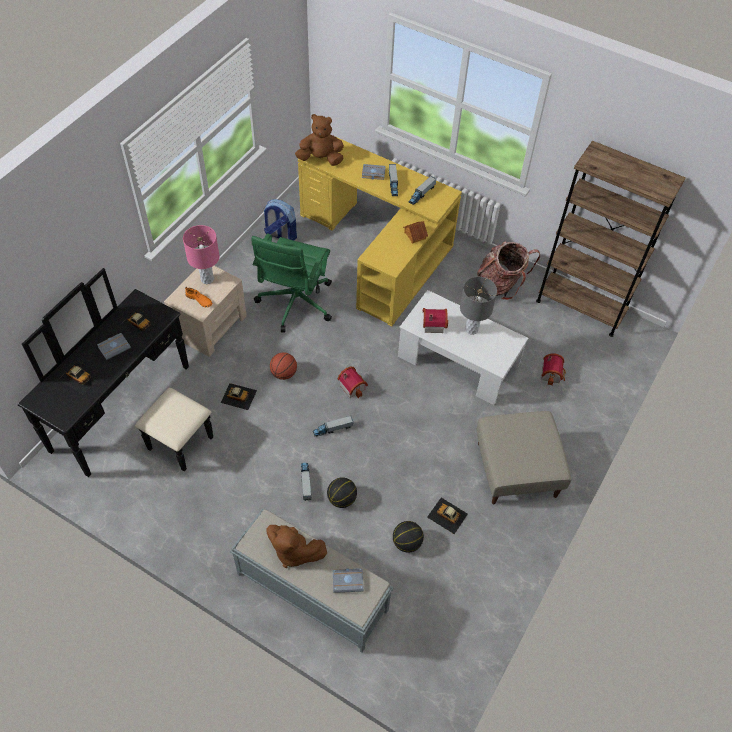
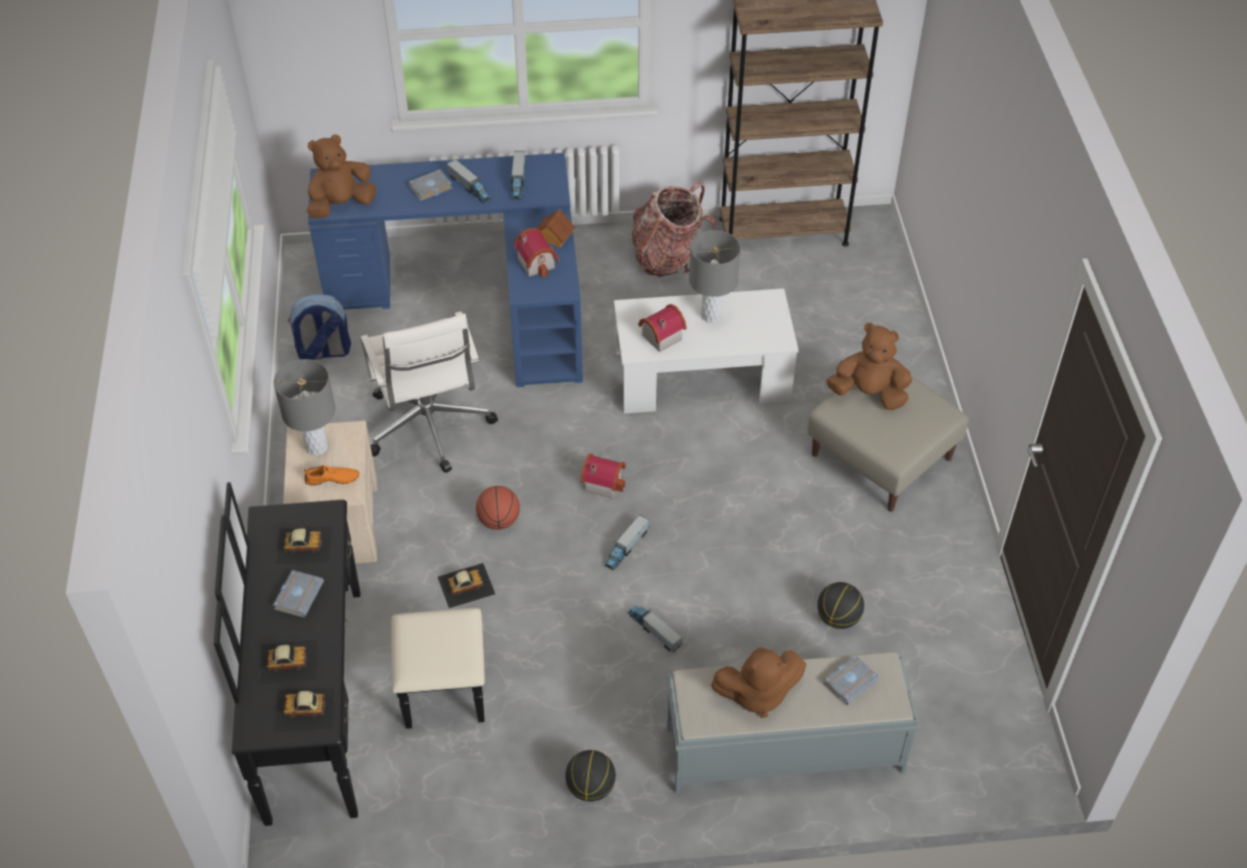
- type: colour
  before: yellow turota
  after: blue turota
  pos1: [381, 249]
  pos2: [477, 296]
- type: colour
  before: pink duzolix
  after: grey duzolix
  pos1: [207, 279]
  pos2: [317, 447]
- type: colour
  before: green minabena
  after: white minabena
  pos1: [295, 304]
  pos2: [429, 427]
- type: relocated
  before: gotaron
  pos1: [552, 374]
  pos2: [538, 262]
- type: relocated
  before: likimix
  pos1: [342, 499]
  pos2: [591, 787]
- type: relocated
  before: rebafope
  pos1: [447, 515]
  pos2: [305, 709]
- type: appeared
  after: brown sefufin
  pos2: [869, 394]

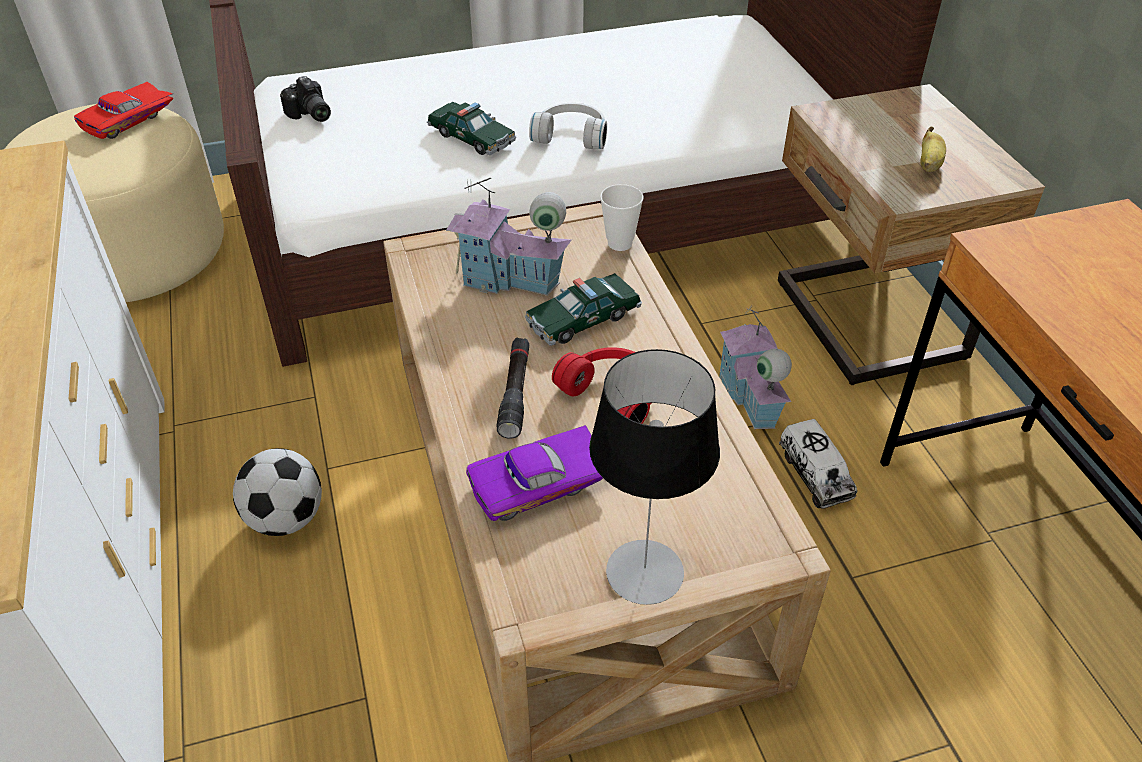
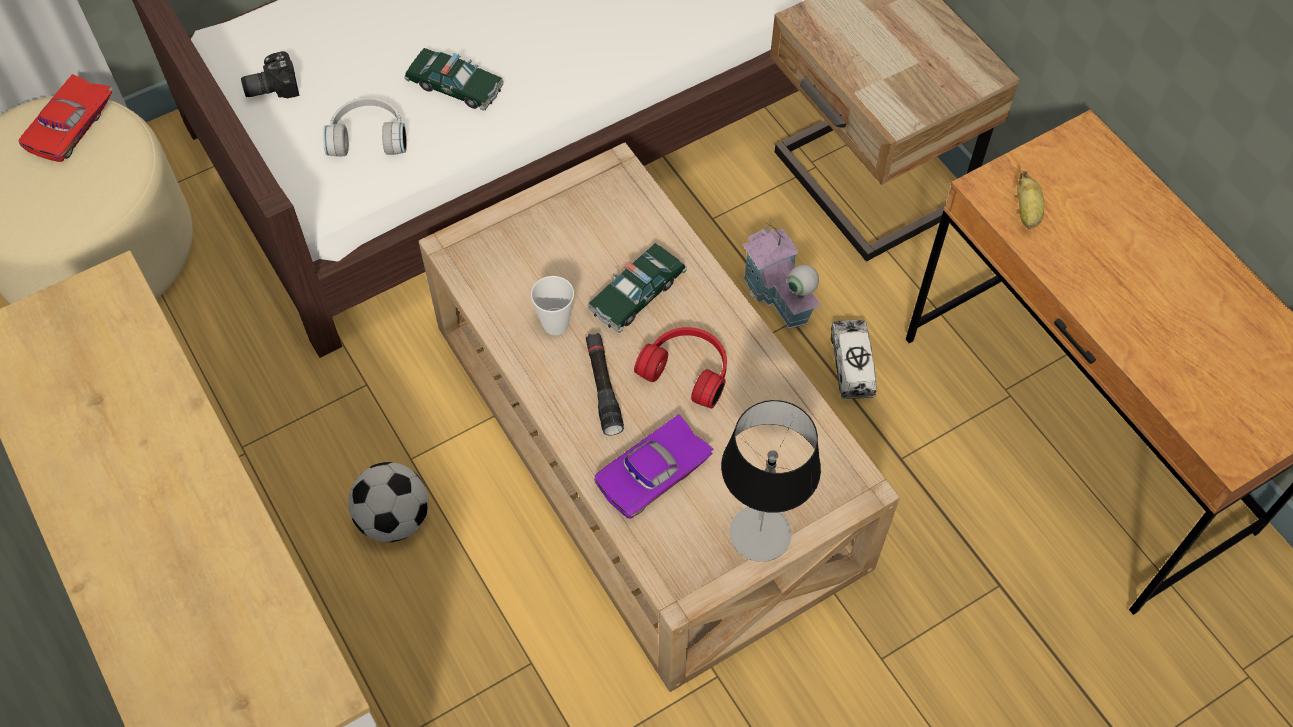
- type: spun
  before: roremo
  pos1: [309, 115]
  pos2: [271, 86]
  turn: 120
- type: relocated
  before: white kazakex
  pos1: [571, 135]
  pos2: [368, 136]
- type: relocated
  before: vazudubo
  pos1: [928, 165]
  pos2: [1027, 212]
- type: missing
  before: gotaron
  pos1: [509, 280]
- type: relocated
  before: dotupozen
  pos1: [620, 243]
  pos2: [555, 324]
- type: spun
  before: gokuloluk
  pos1: [815, 474]
  pos2: [852, 365]
  turn: -150

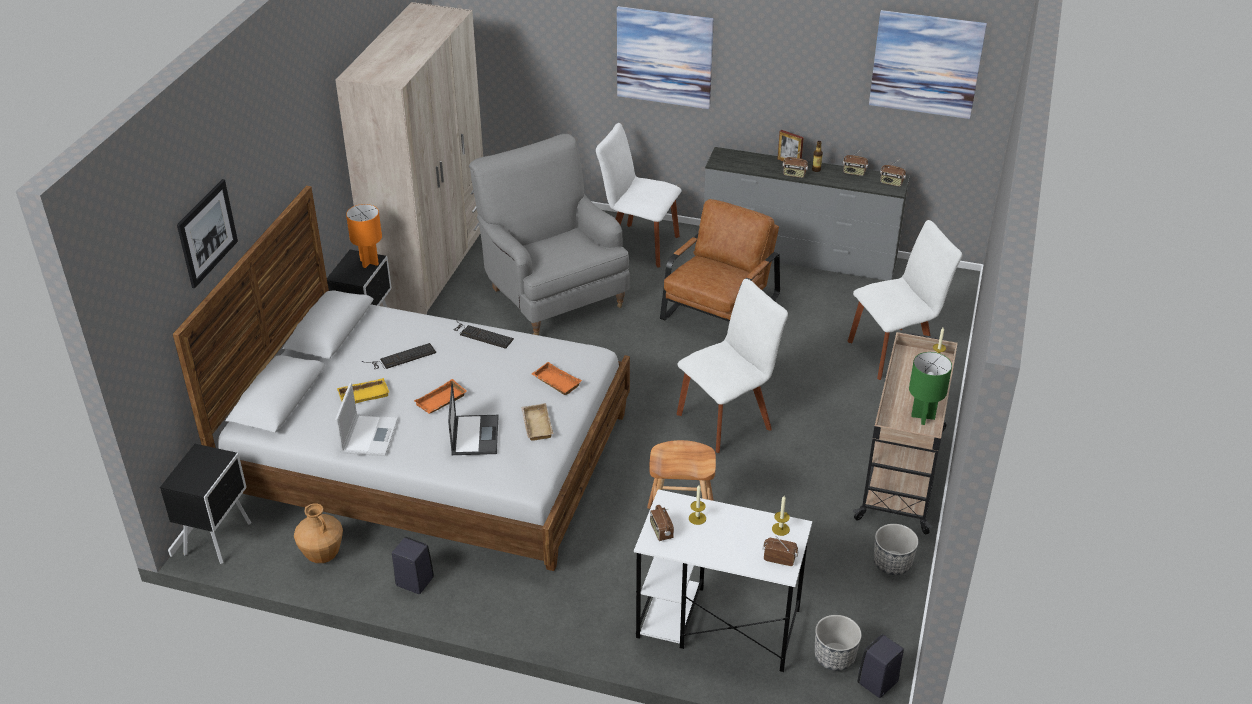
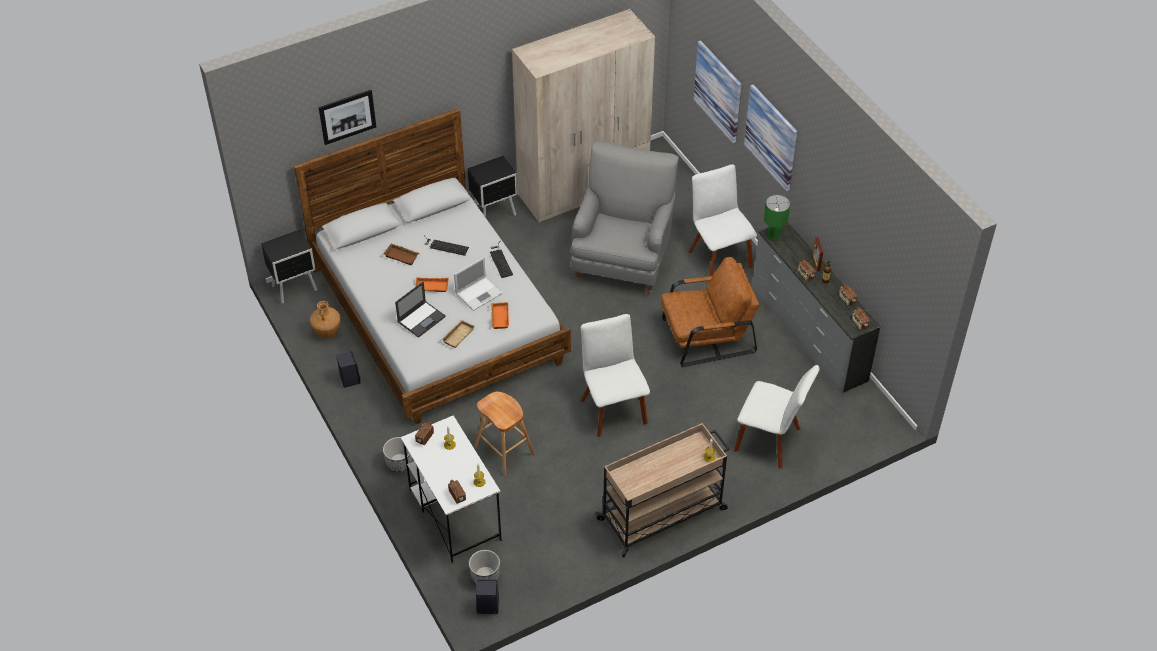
- type: relocated
  before: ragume
  pos1: [926, 64]
  pos2: [718, 91]
- type: missing
  before: orange duzolix
  pos1: [369, 262]
- type: spun
  before: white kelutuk
  pos1: [727, 419]
  pos2: [613, 408]
  turn: -120
- type: relocated
  before: green duzolix
  pos1: [922, 417]
  pos2: [773, 235]
- type: colour
  before: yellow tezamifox
  after: brown tezamifox
  pos1: [364, 394]
  pos2: [402, 256]
- type: relocated
  before: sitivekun
  pos1: [369, 435]
  pos2: [479, 293]
- type: relocated
  before: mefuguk
  pos1: [892, 563]
  pos2: [399, 463]

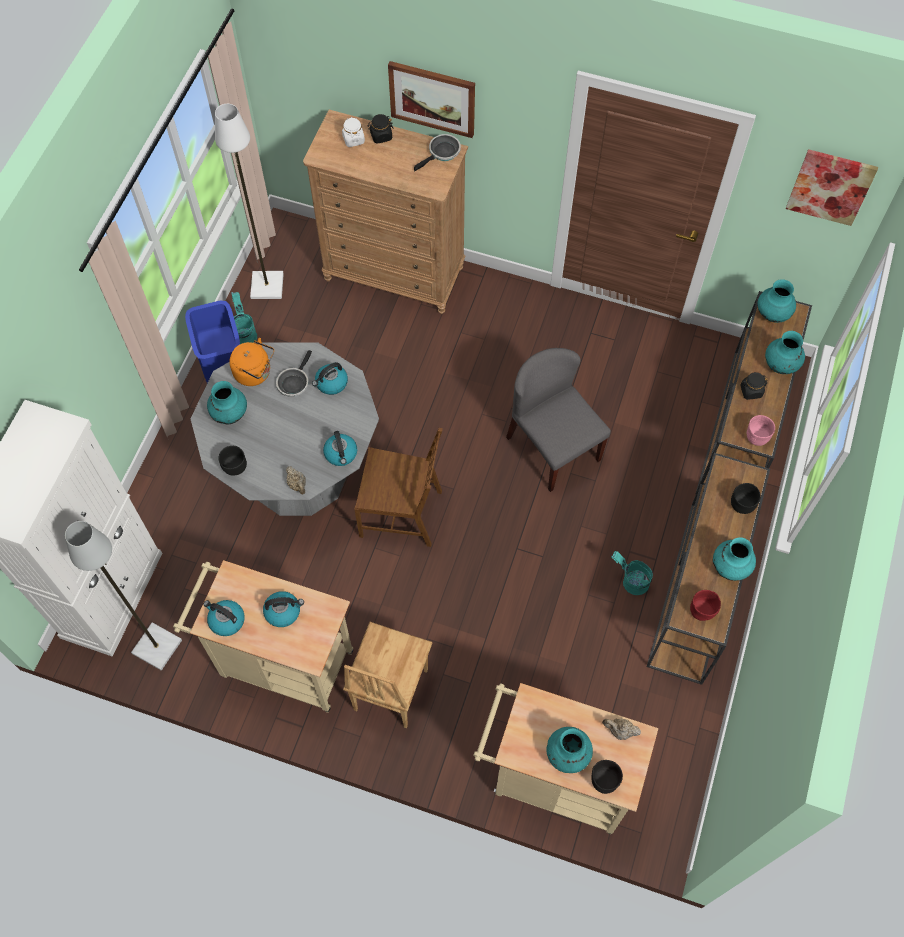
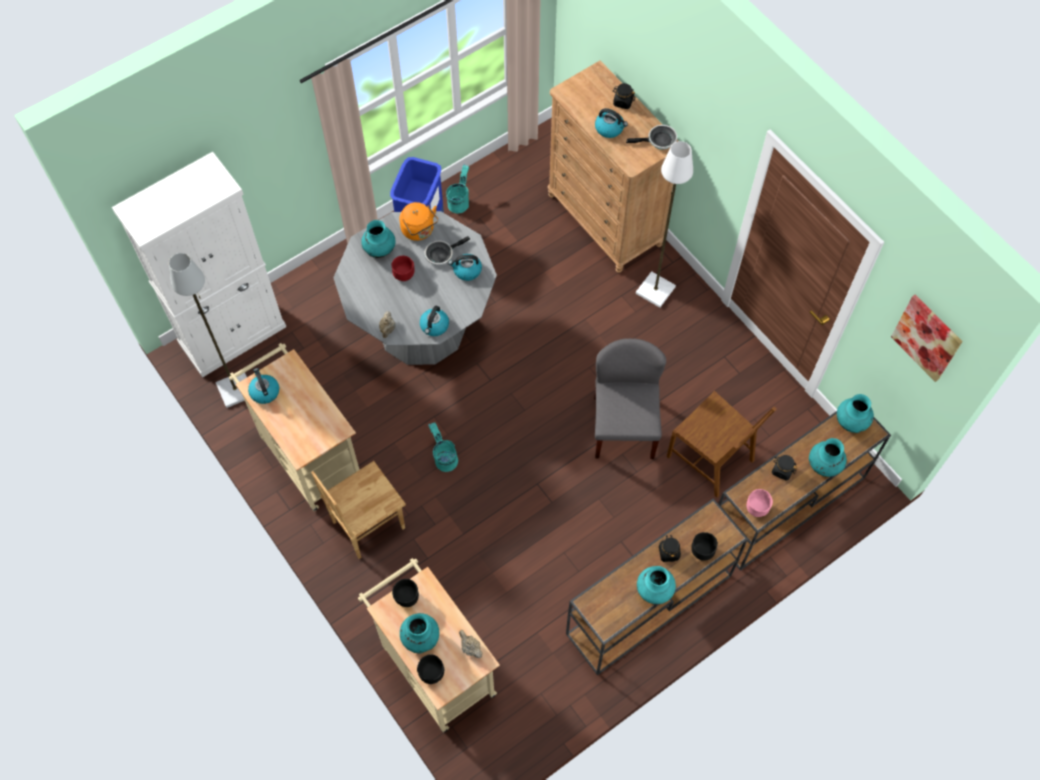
- type: missing
  before: ragume
  pos1: [432, 98]
- type: relocated
  before: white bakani
  pos1: [268, 286]
  pos2: [655, 291]
- type: missing
  before: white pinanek
  pos1: [353, 139]
- type: relocated
  before: brown kelutuk
  pos1: [402, 512]
  pos2: [711, 458]
- type: relocated
  before: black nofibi
  pos1: [235, 468]
  pos2: [406, 598]
- type: relocated
  before: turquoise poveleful
  pos1: [630, 581]
  pos2: [444, 457]
- type: relocated
  before: red nofibi
  pos1: [702, 611]
  pos2: [404, 275]
- type: relocated
  before: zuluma
  pos1: [283, 611]
  pos2: [609, 128]
- type: appeared
  after: black pinanek
  pos2: [668, 552]

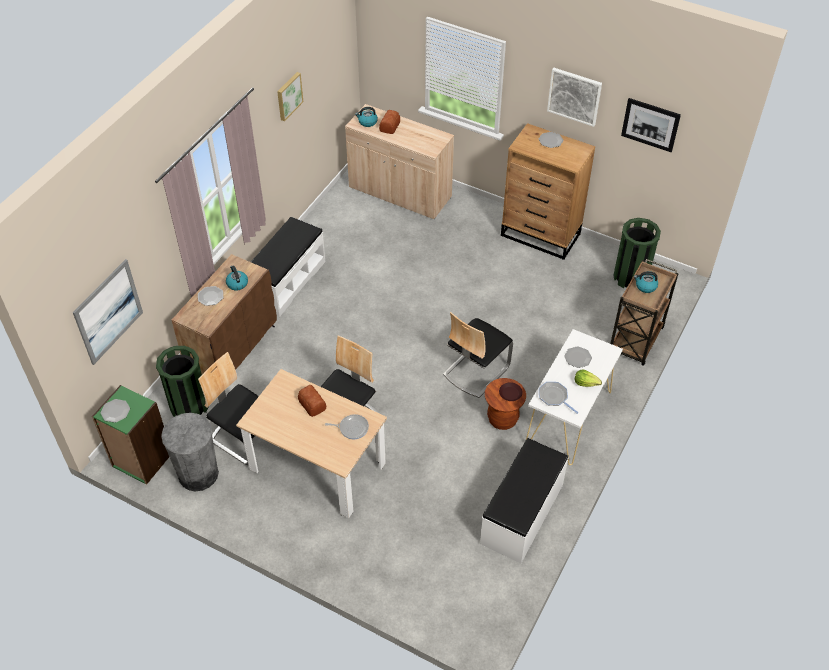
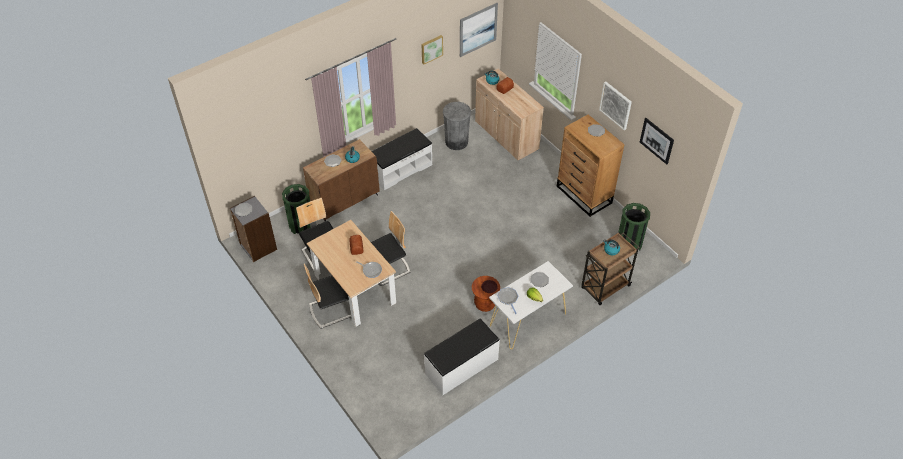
- type: relocated
  before: ragume
  pos1: [108, 312]
  pos2: [478, 29]
- type: relocated
  before: kelutuk
  pos1: [476, 370]
  pos2: [332, 309]
- type: colour
  before: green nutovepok
  after: grey nutovepok
  pos1: [141, 460]
  pos2: [258, 247]
- type: relocated
  before: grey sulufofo
  pos1: [198, 474]
  pos2: [456, 142]

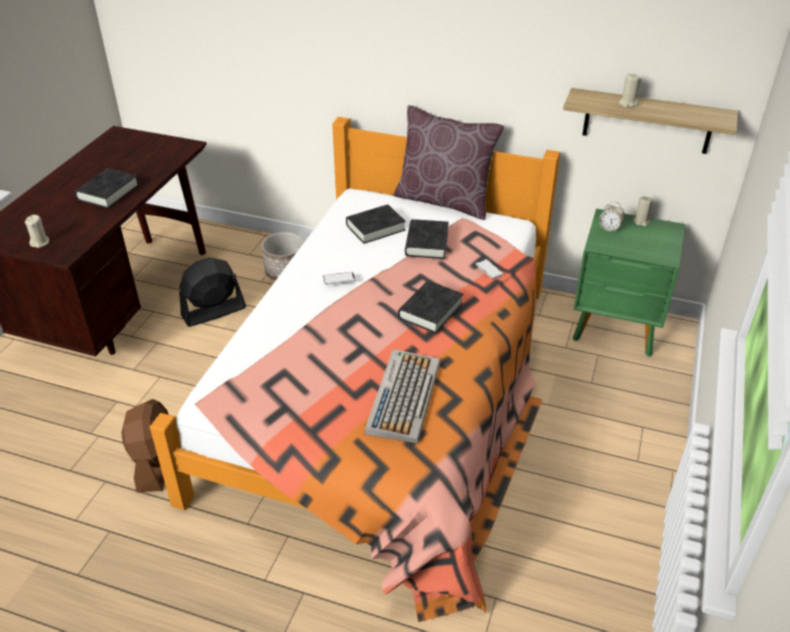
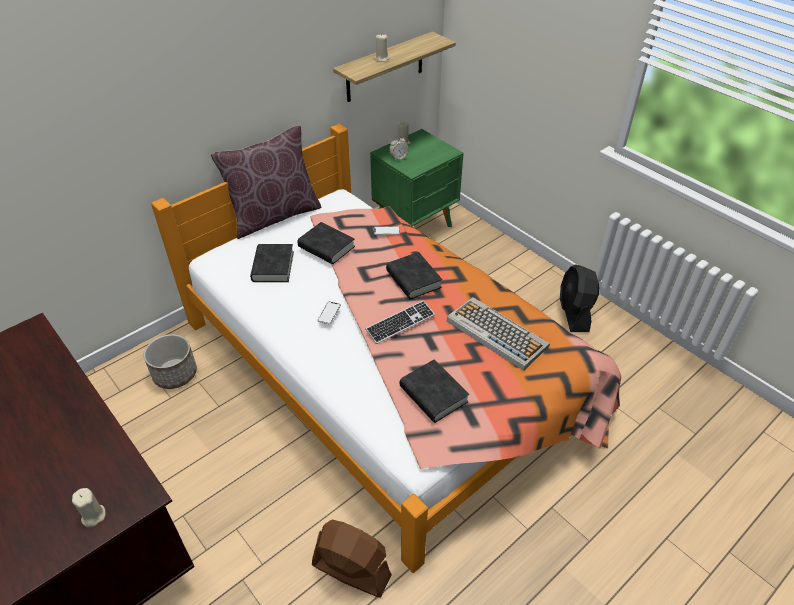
- type: relocated
  before: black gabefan
  pos1: [108, 192]
  pos2: [433, 394]
- type: relocated
  before: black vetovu
  pos1: [213, 312]
  pos2: [574, 313]
- type: appeared
  after: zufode
  pos2: [400, 323]

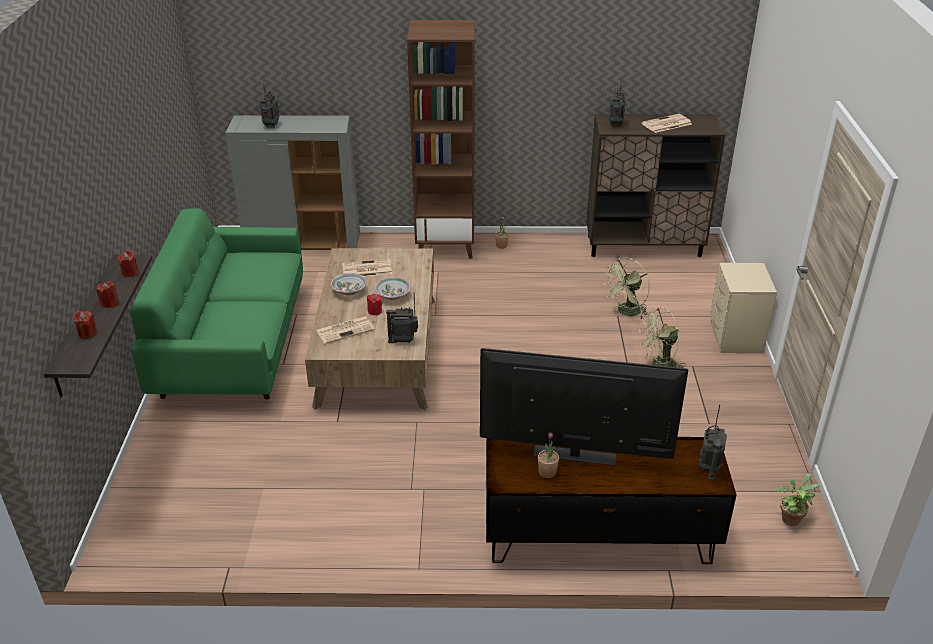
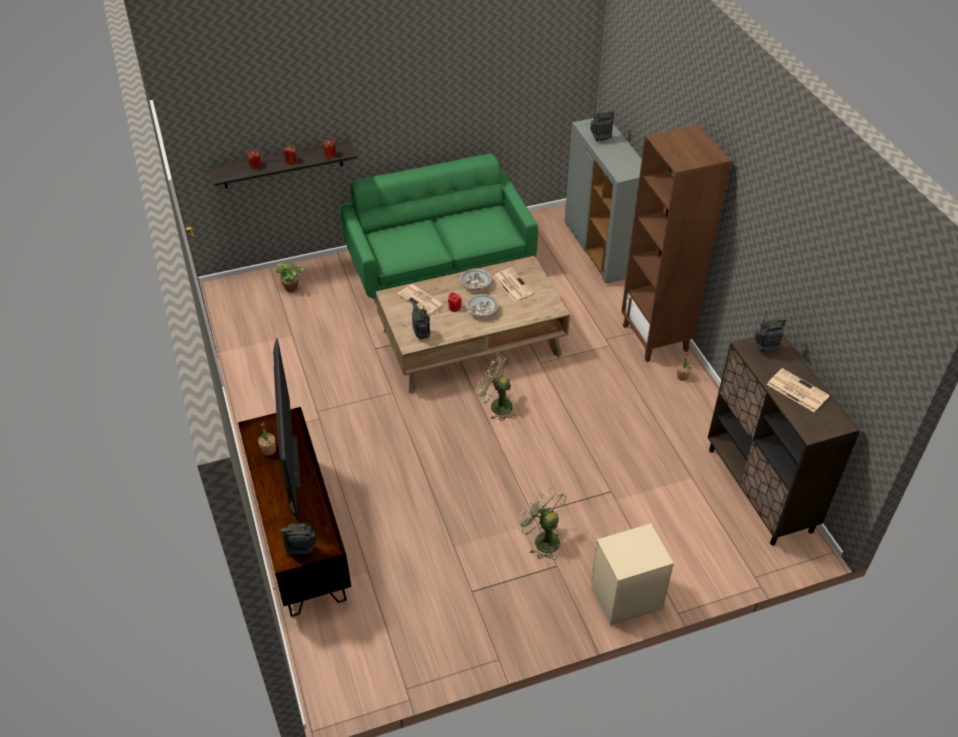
- type: relocated
  before: green vetovu
  pos1: [626, 312]
  pos2: [496, 406]
- type: relocated
  before: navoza
  pos1: [790, 518]
  pos2: [293, 288]

